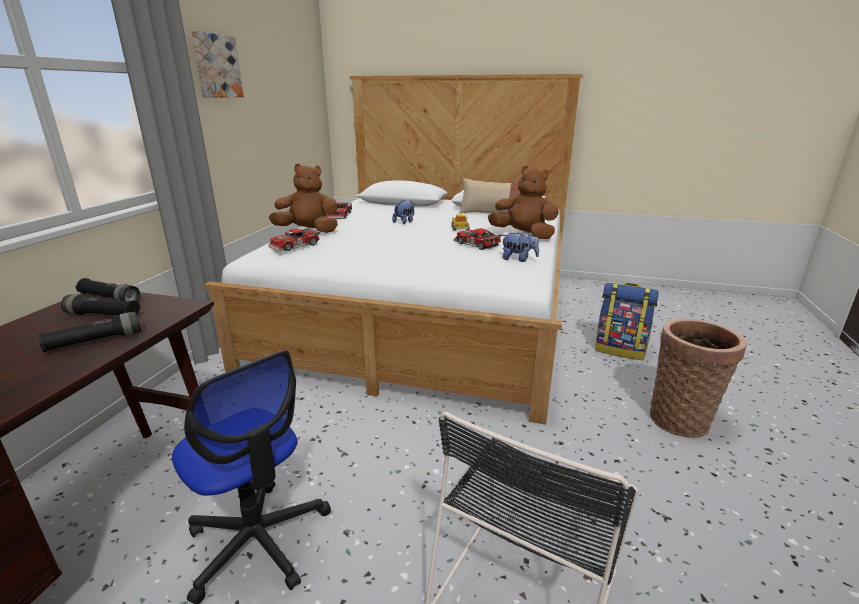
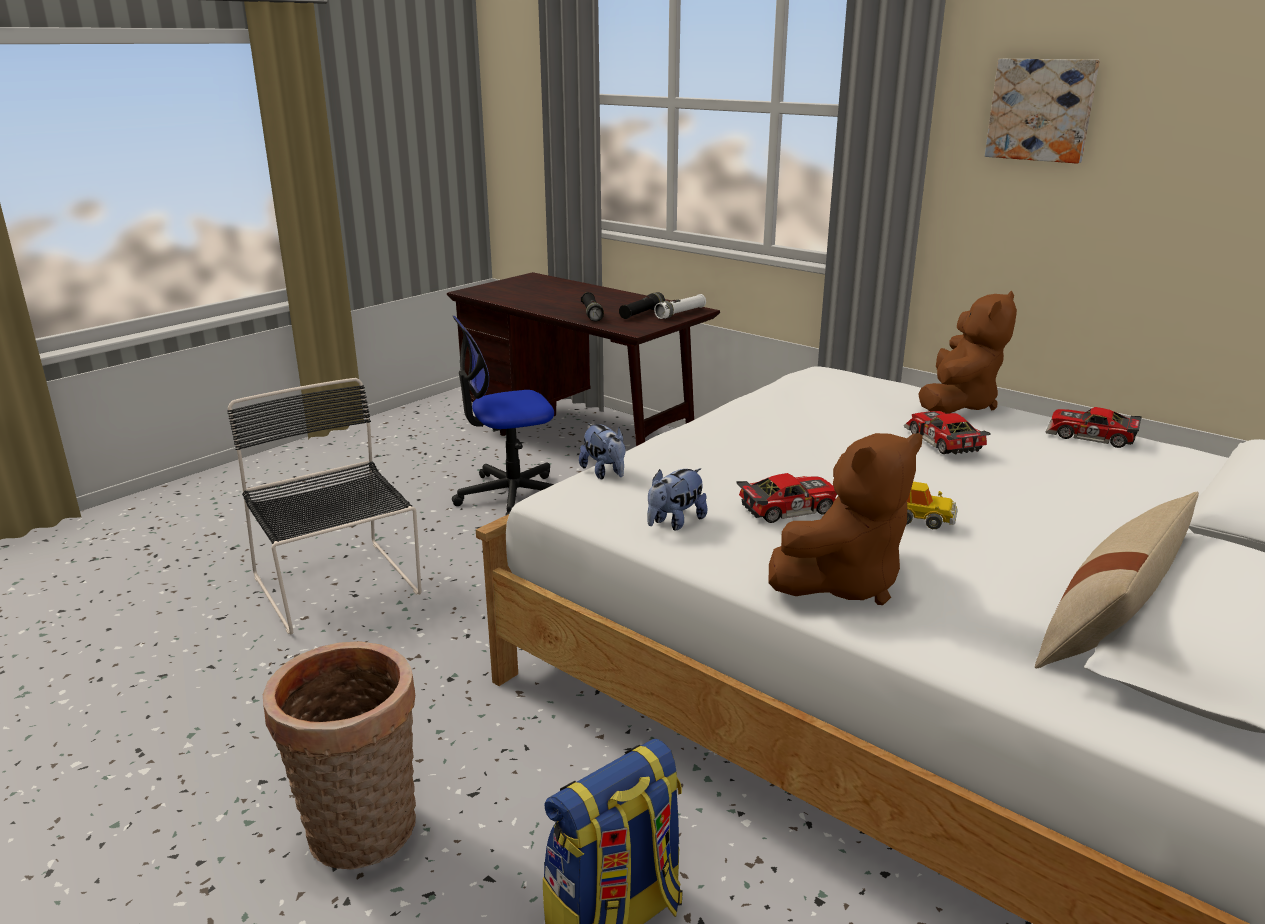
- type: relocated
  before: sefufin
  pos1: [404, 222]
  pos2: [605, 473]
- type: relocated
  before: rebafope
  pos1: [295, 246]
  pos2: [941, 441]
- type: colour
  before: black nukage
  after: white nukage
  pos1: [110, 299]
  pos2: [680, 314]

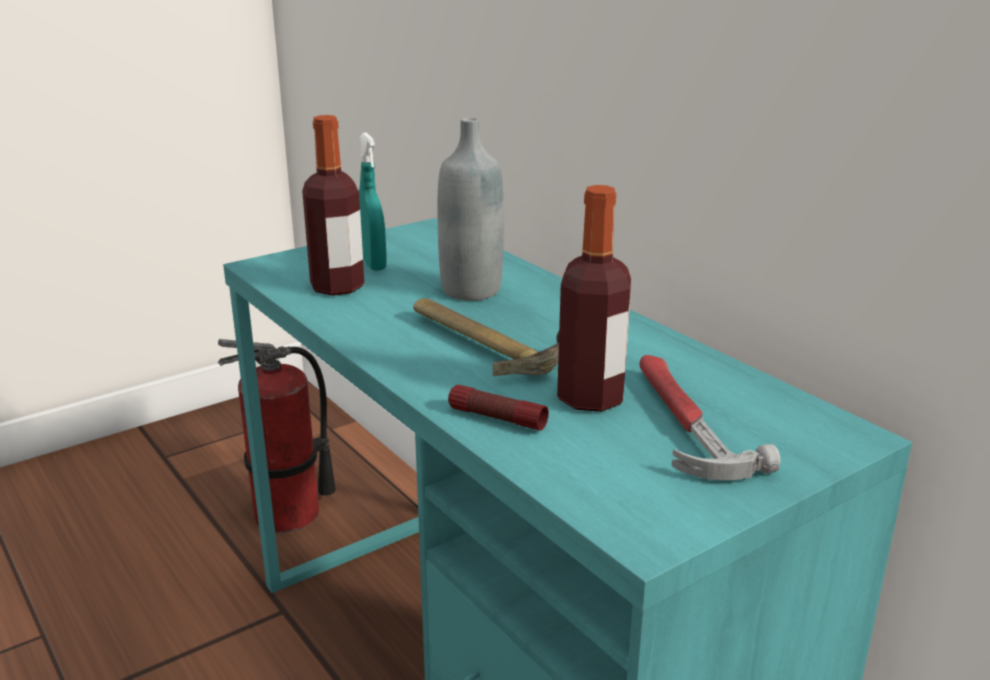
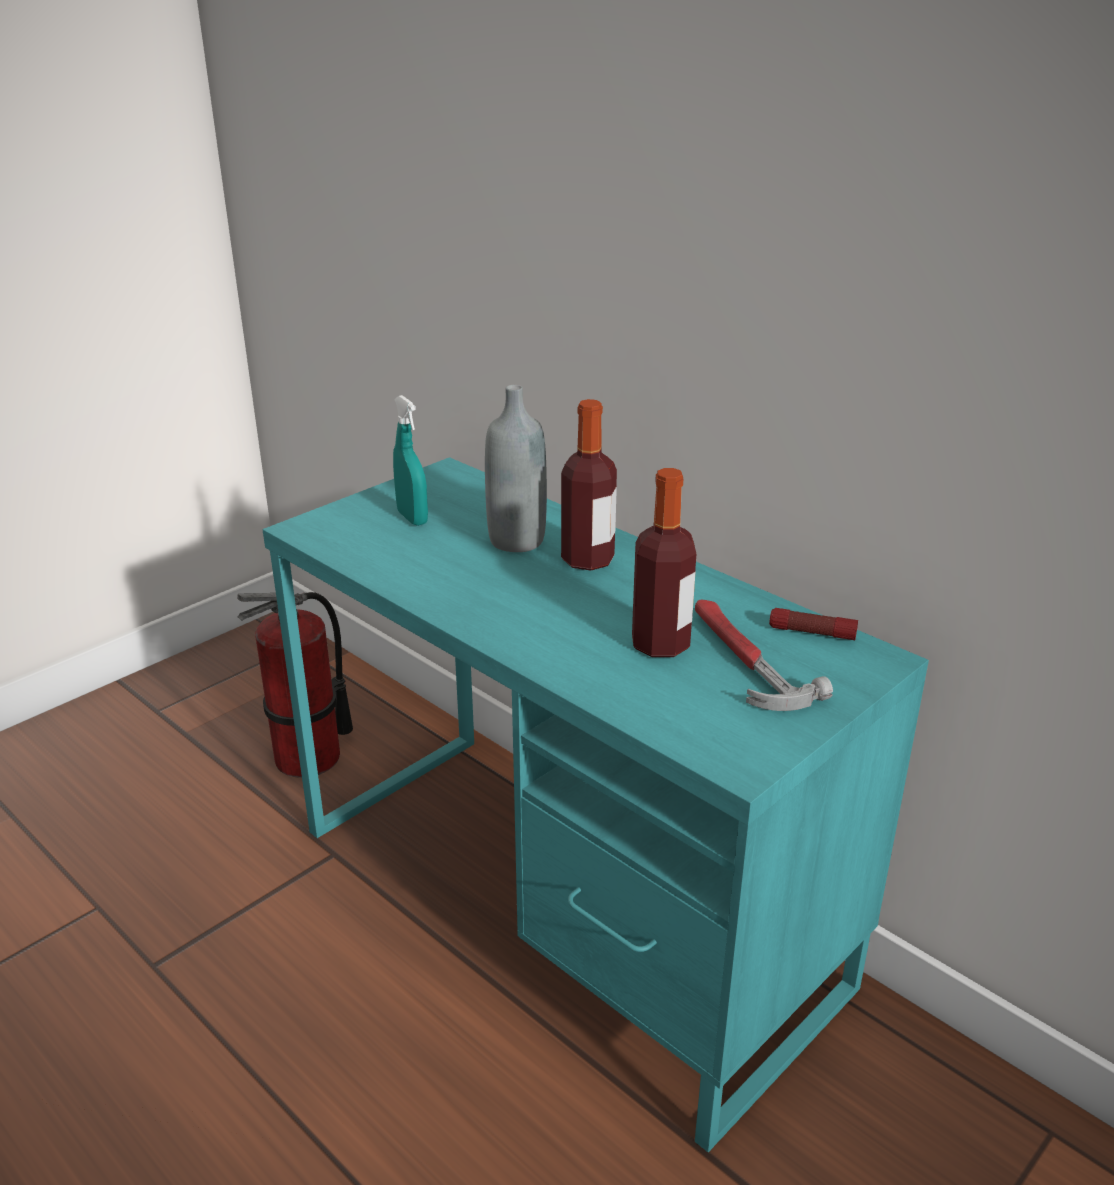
- type: relocated
  before: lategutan
  pos1: [337, 287]
  pos2: [587, 560]
- type: missing
  before: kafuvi
  pos1: [487, 343]
- type: relocated
  before: nukage
  pos1: [497, 418]
  pos2: [812, 633]

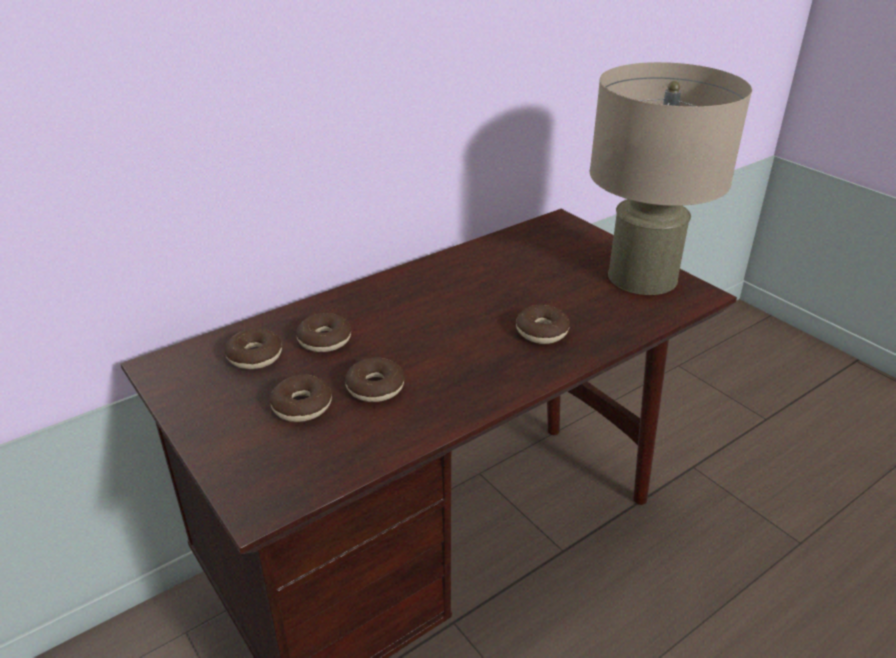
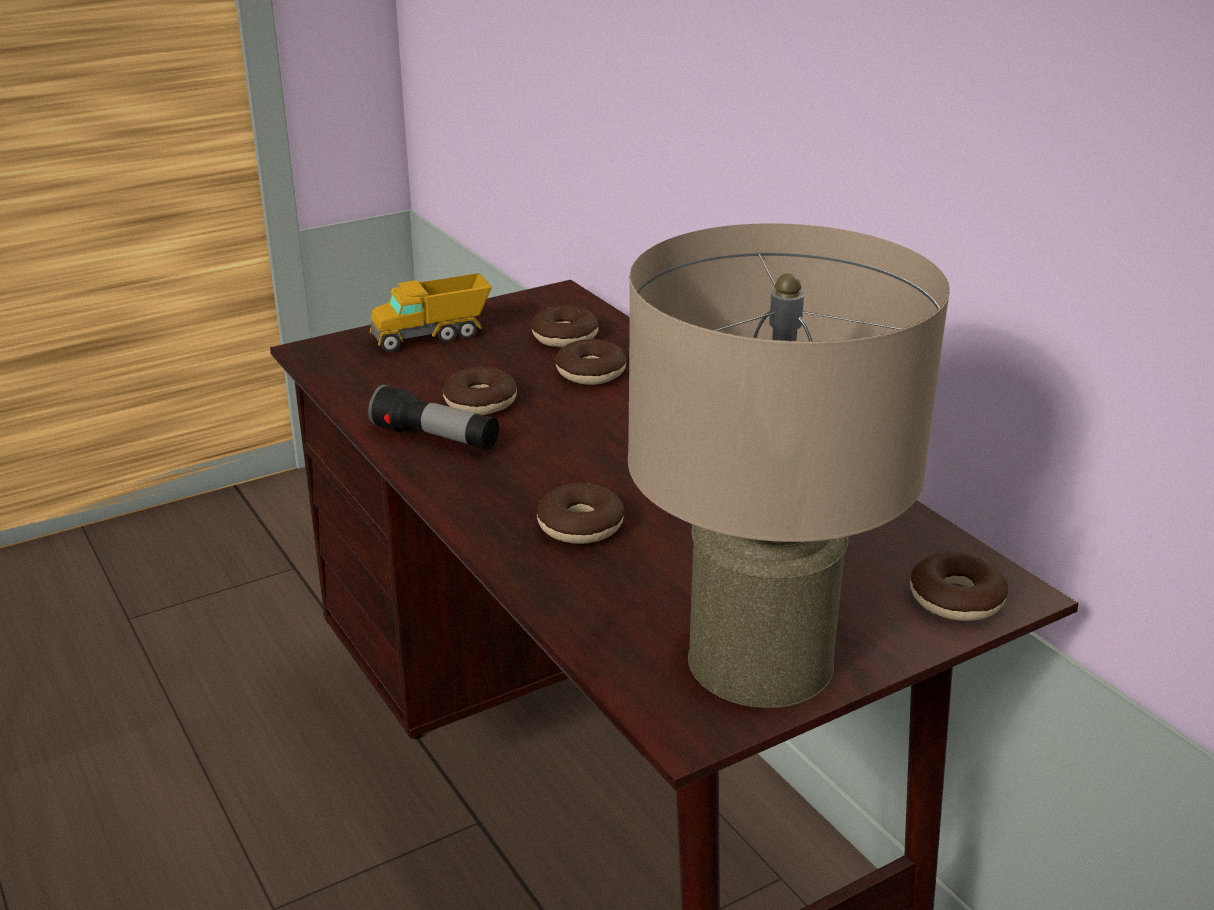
- type: relocated
  before: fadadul
  pos1: [302, 406]
  pos2: [956, 600]
- type: appeared
  after: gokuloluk
  pos2: [432, 337]
- type: appeared
  after: nukage
  pos2: [435, 438]

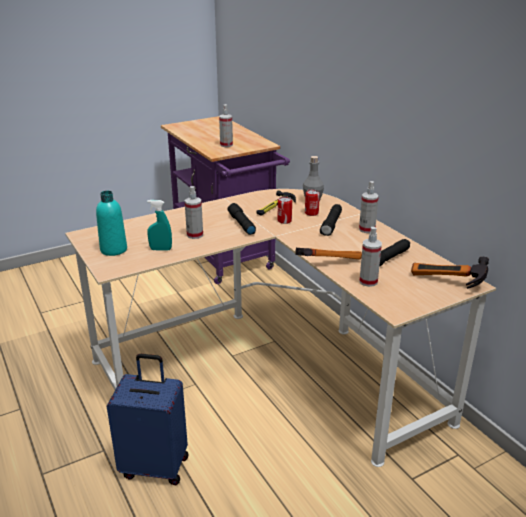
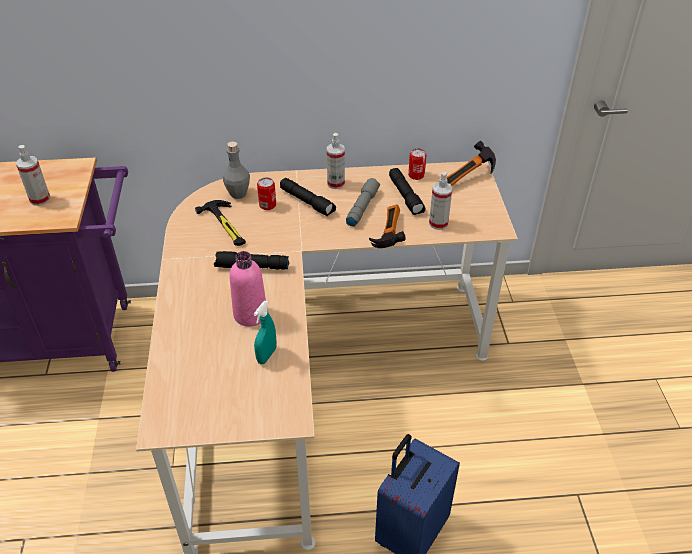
- type: exchanged
  before: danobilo
  after: pink lategutan
  pos1: [195, 235]
  pos2: [250, 314]
- type: missing
  before: turquoise lategutan
  pos1: [113, 250]
- type: relocated
  before: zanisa
  pos1: [284, 221]
  pos2: [416, 175]
- type: appeared
  after: grey nukage
  pos2: [362, 207]

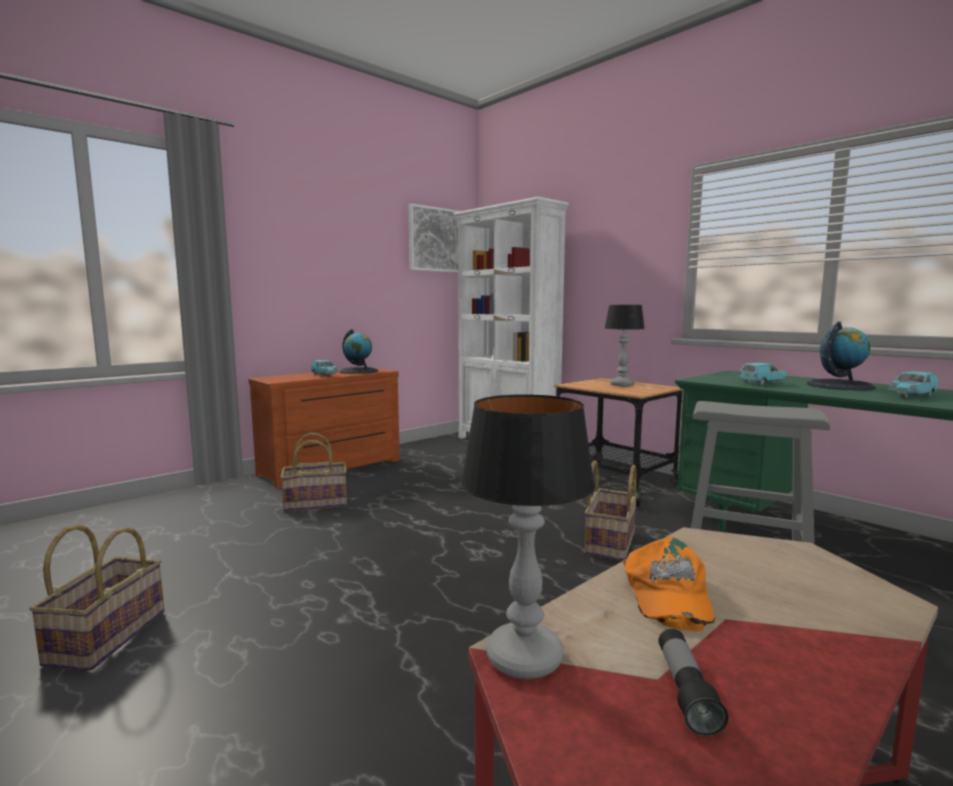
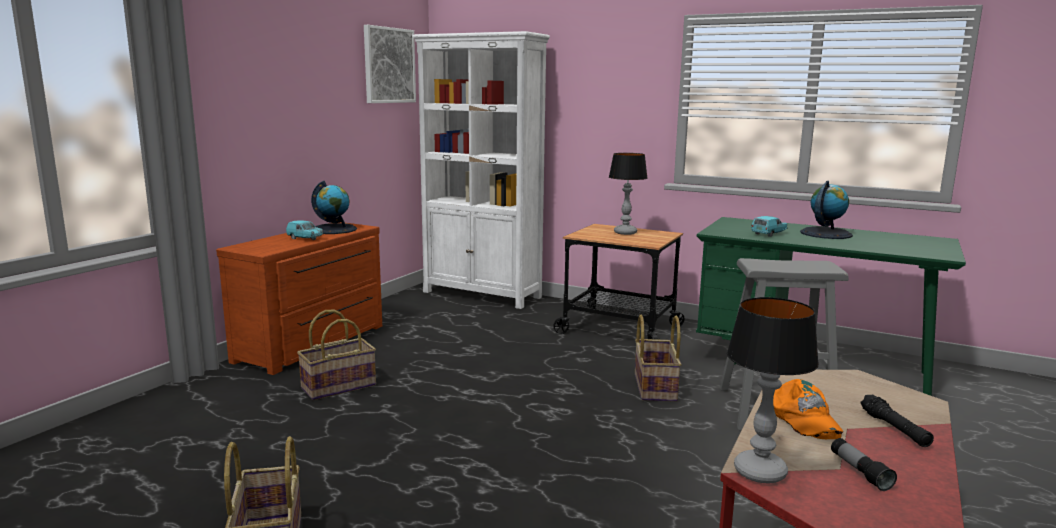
- type: missing
  before: turquoise rebafope
  pos1: [911, 396]
- type: appeared
  after: black nukage
  pos2: [894, 429]

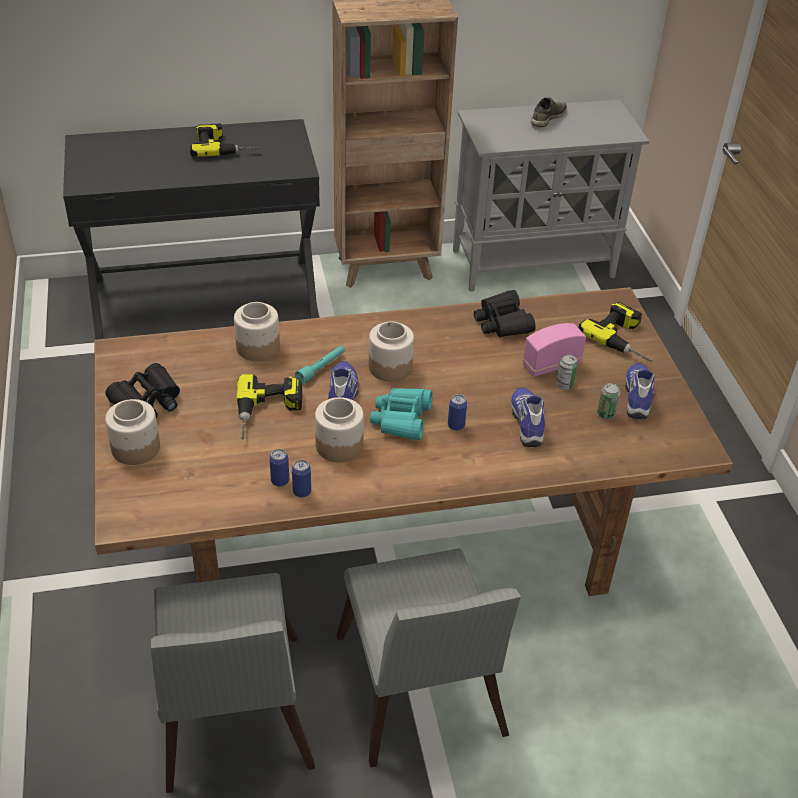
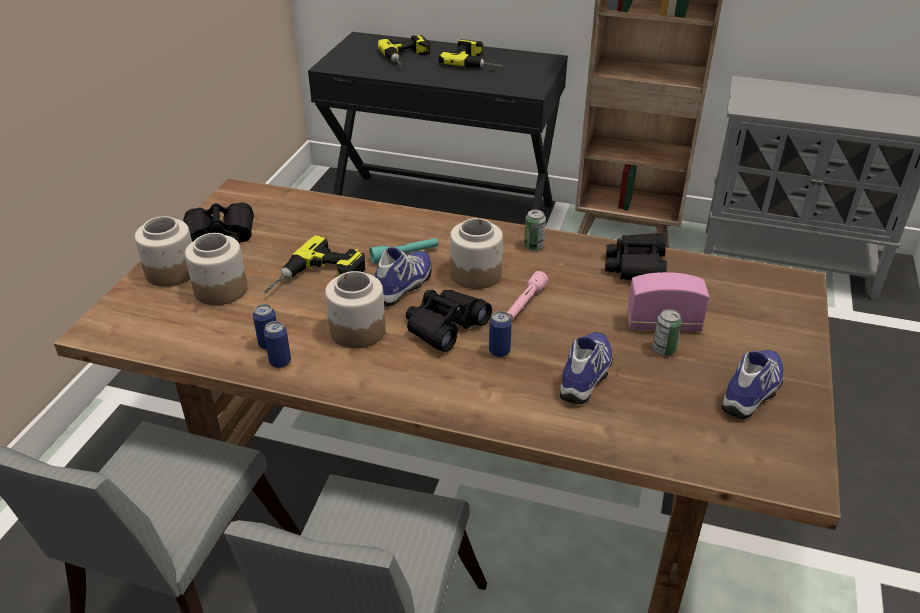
- type: missing
  before: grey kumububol
  pos1: [547, 118]
- type: relocated
  before: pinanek
  pos1: [257, 348]
  pos2: [220, 290]
- type: relocated
  before: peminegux
  pos1: [626, 339]
  pos2: [408, 58]
- type: relocated
  before: zanisa
  pos1: [606, 414]
  pos2: [534, 246]
- type: colour
  before: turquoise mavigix
  after: black mavigix
  pos1: [401, 419]
  pos2: [445, 326]
- type: appeared
  after: pink nukage
  pos2: [525, 304]

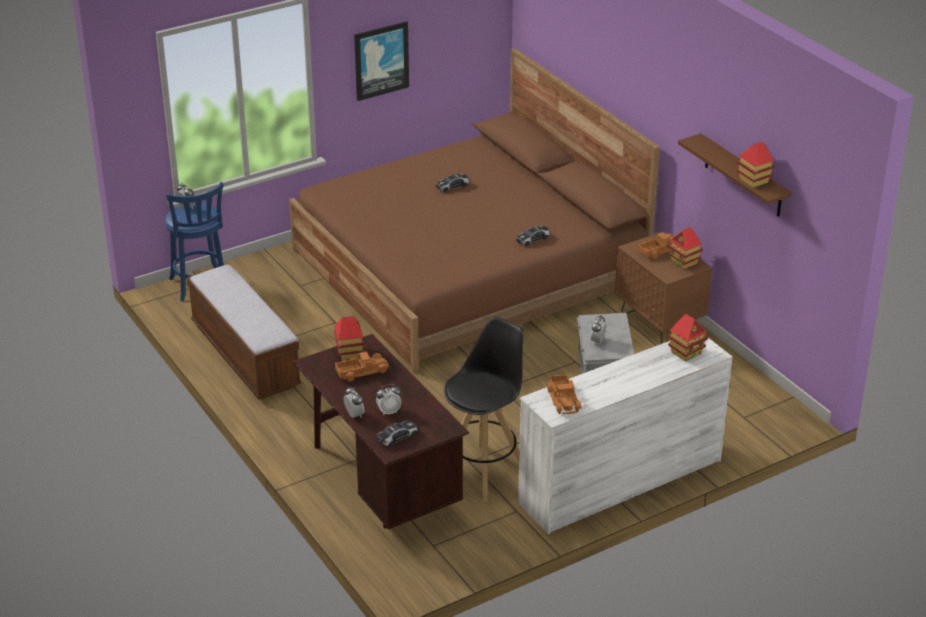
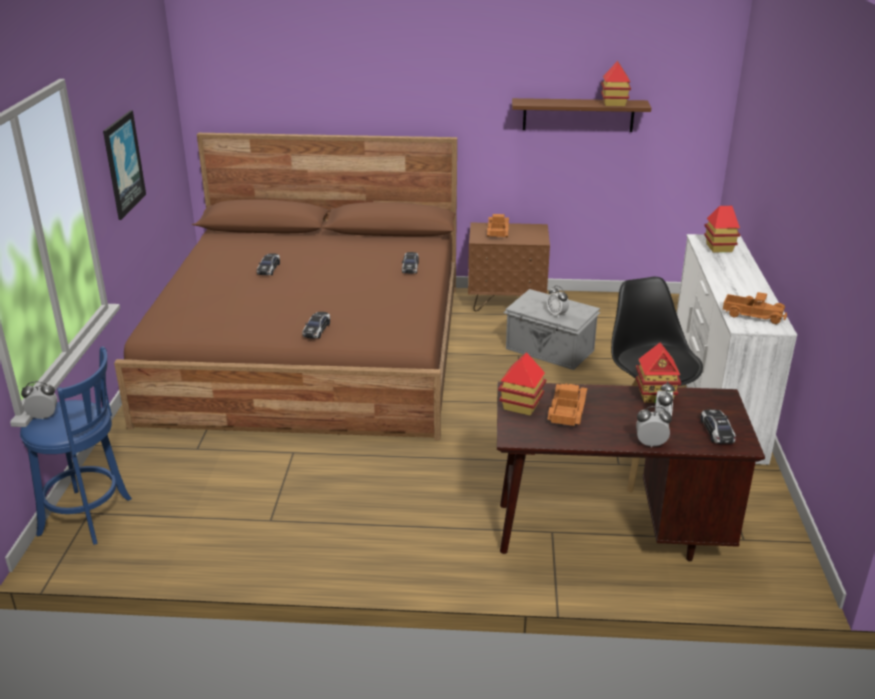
- type: relocated
  before: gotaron
  pos1: [684, 262]
  pos2: [655, 396]
- type: missing
  before: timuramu
  pos1: [245, 355]
- type: appeared
  after: rebafope
  pos2: [317, 330]

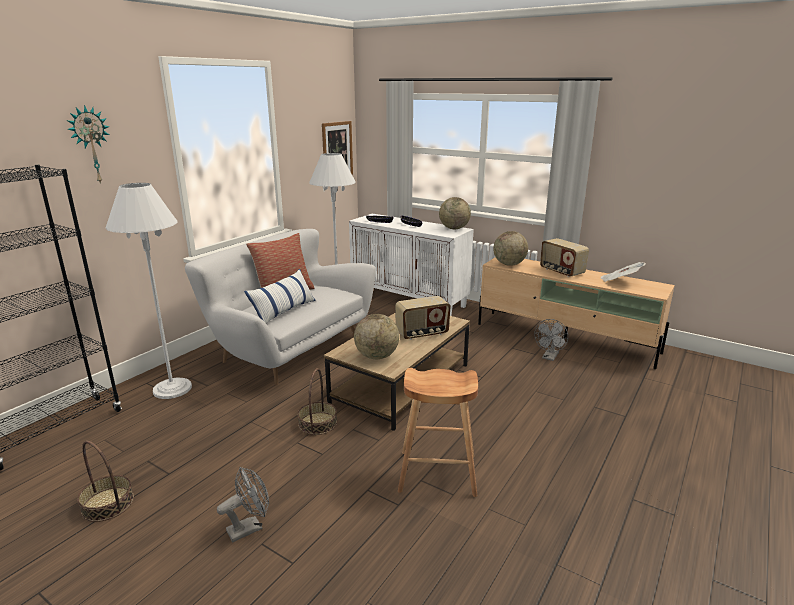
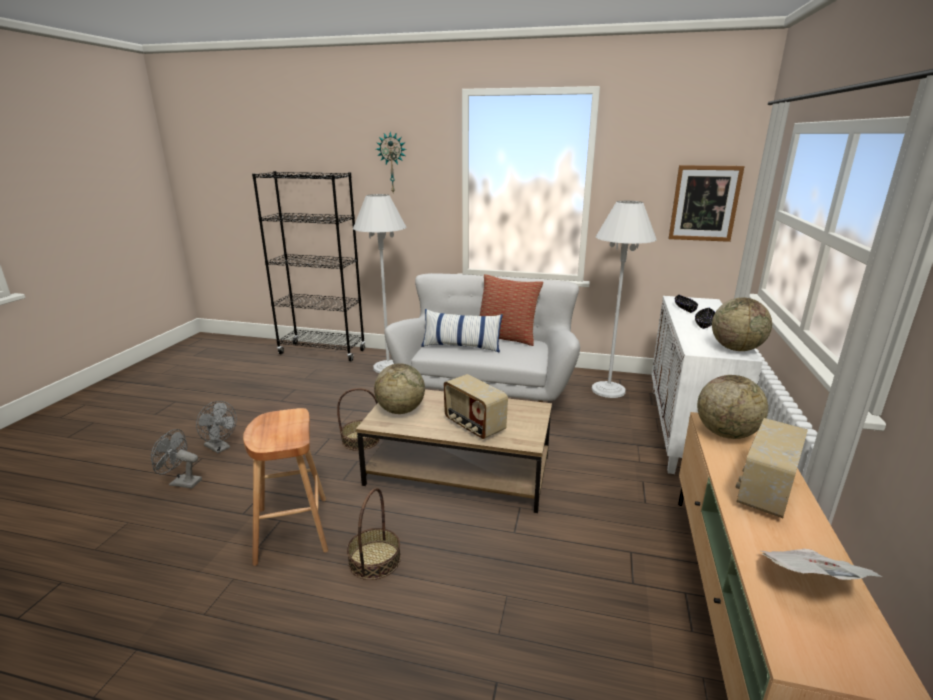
- type: relocated
  before: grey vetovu
  pos1: [549, 357]
  pos2: [181, 482]
- type: relocated
  before: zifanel
  pos1: [108, 504]
  pos2: [375, 560]

